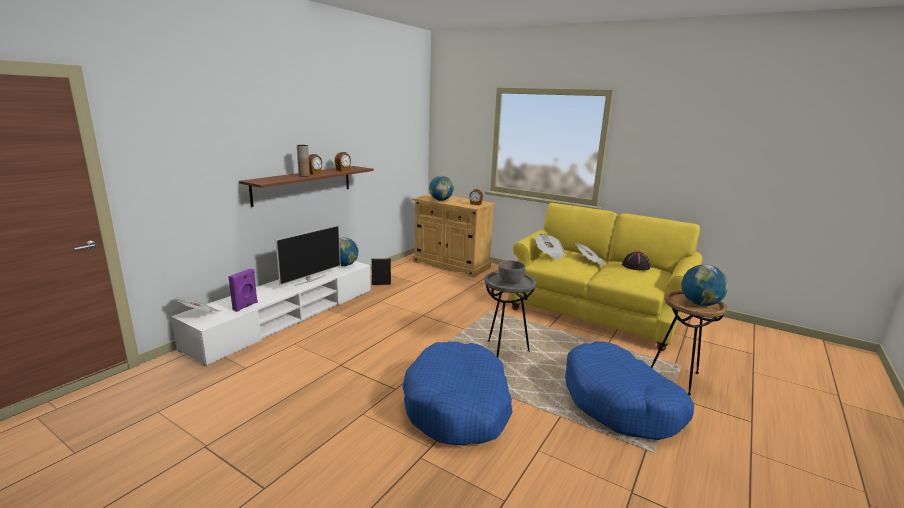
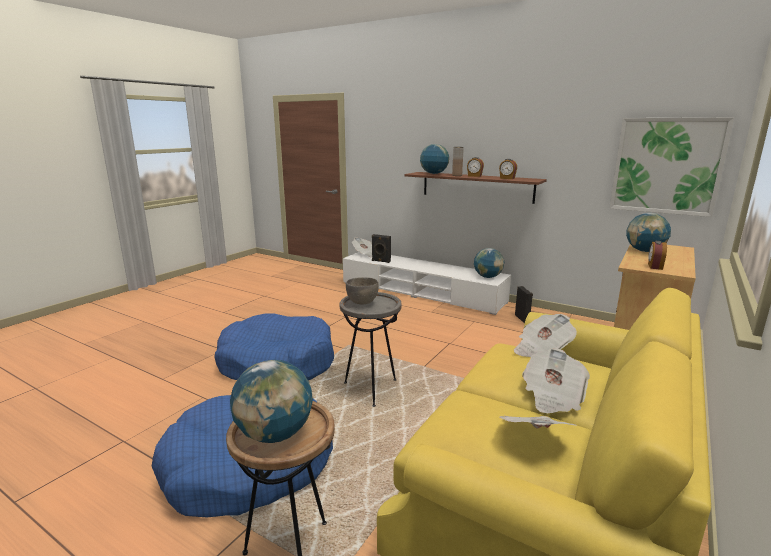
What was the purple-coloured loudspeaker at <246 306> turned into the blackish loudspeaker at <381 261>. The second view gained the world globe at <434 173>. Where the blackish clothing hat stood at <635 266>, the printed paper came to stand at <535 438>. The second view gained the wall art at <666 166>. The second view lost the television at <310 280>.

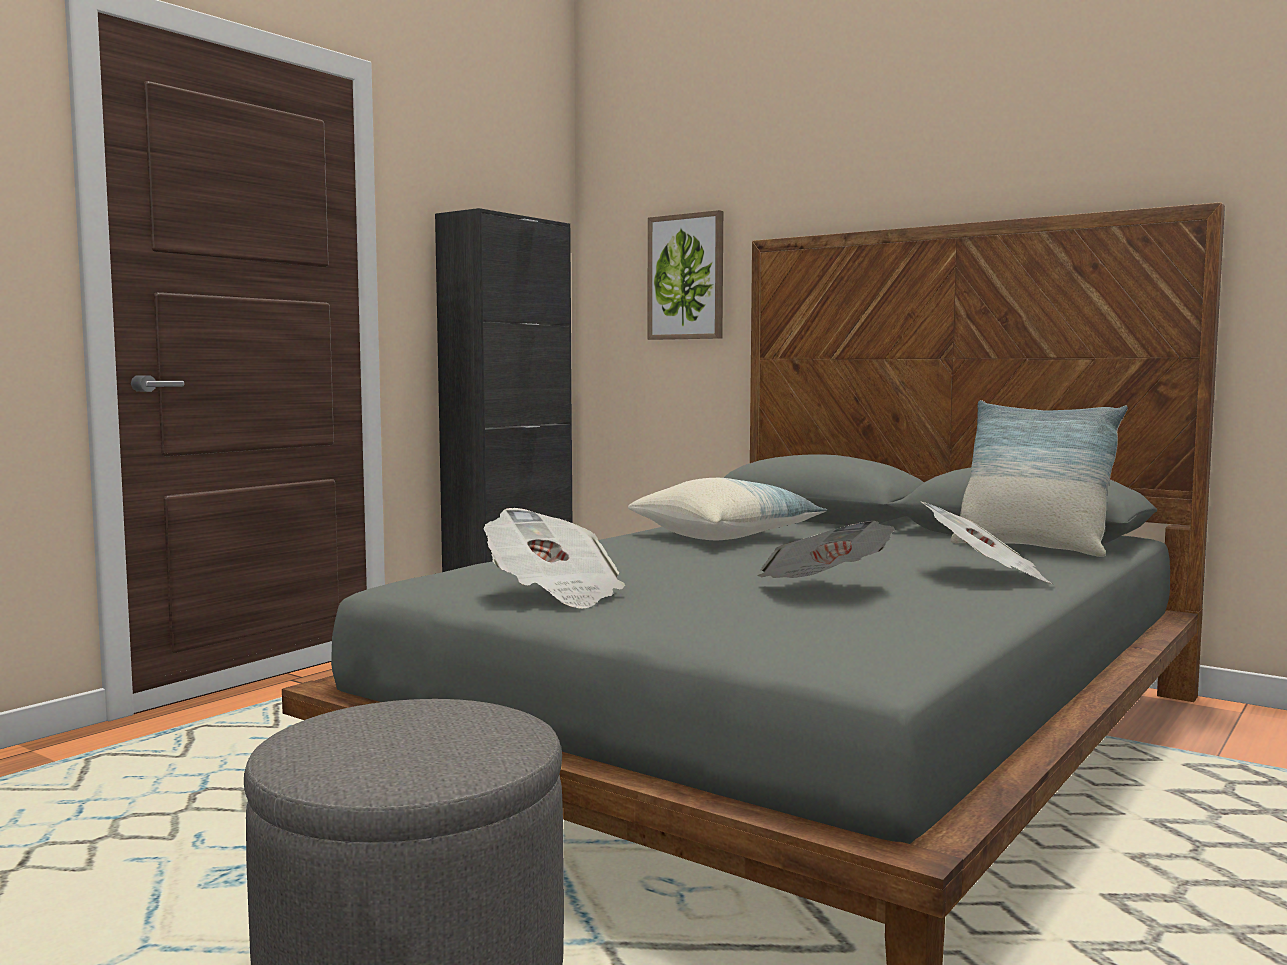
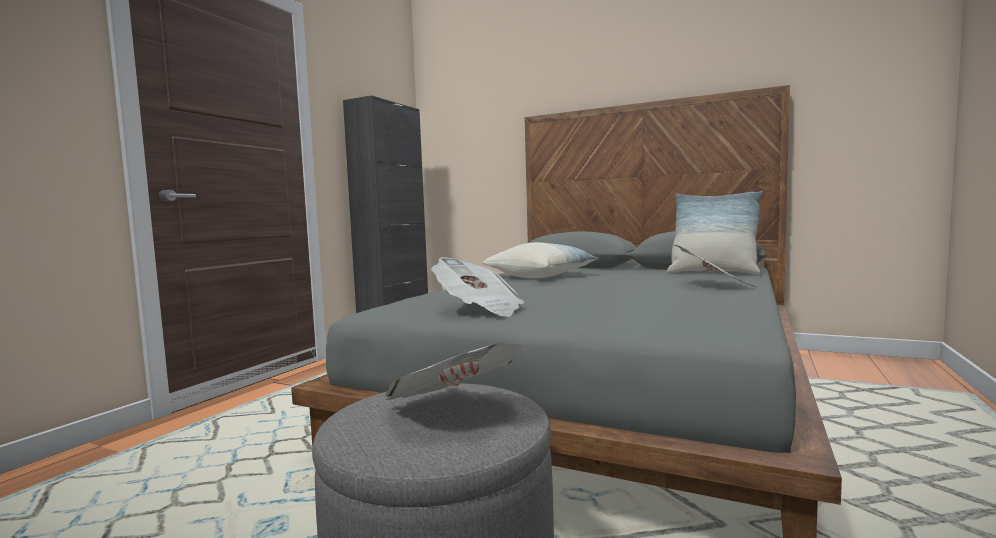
The printed paper ended up elsewhere, having gone from <823 589> to <453 410>. The second view lost the wall art at <686 277>.

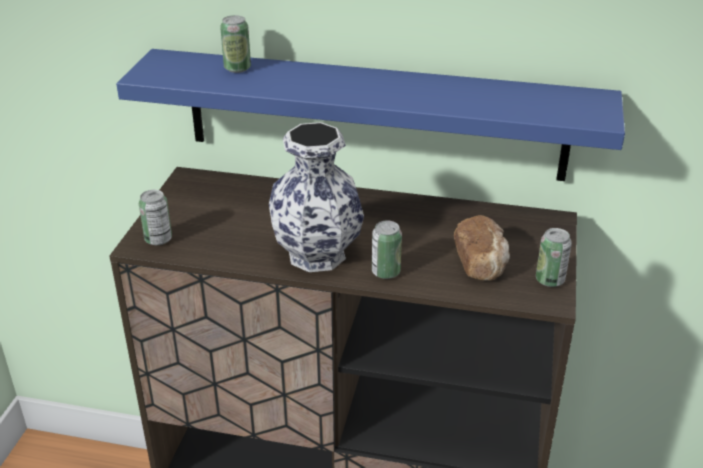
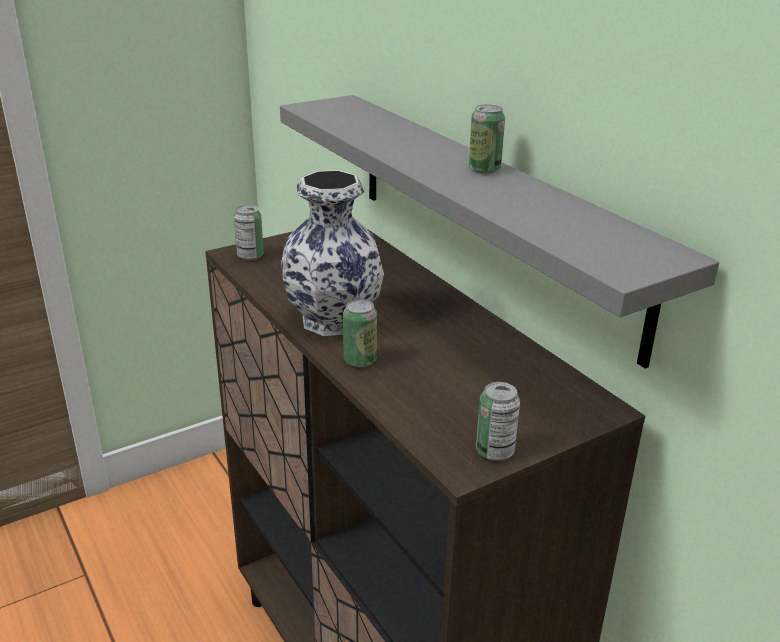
What was the bluish wall shelf at <374 115> turned into the grey wall shelf at <488 213>. The metal can ended up elsewhere, having gone from <237 68> to <484 169>. The second view lost the baked bread at <481 262>.

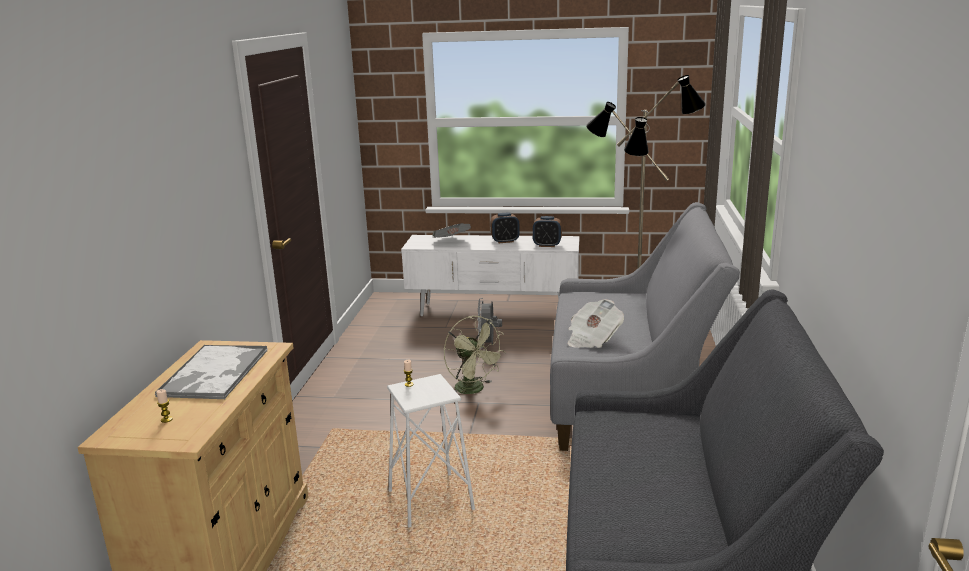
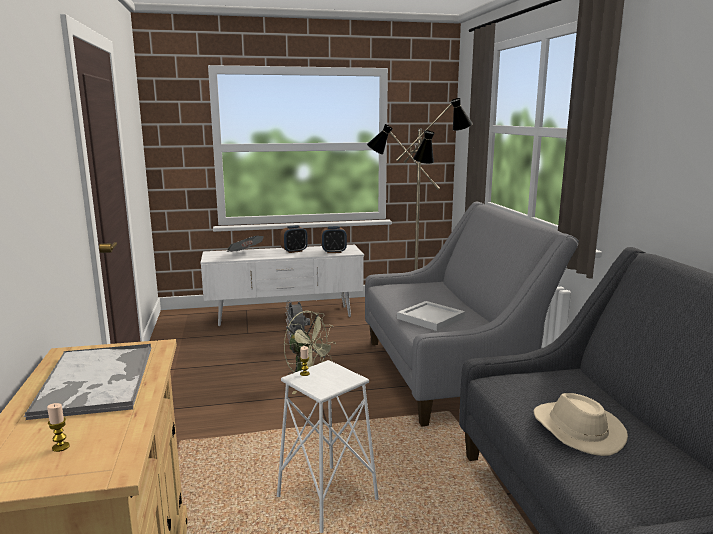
Where the printed paper stood at <592 339>, the whitish serving tray came to stand at <431 318>. The second view gained the beige clothing hat at <576 430>.

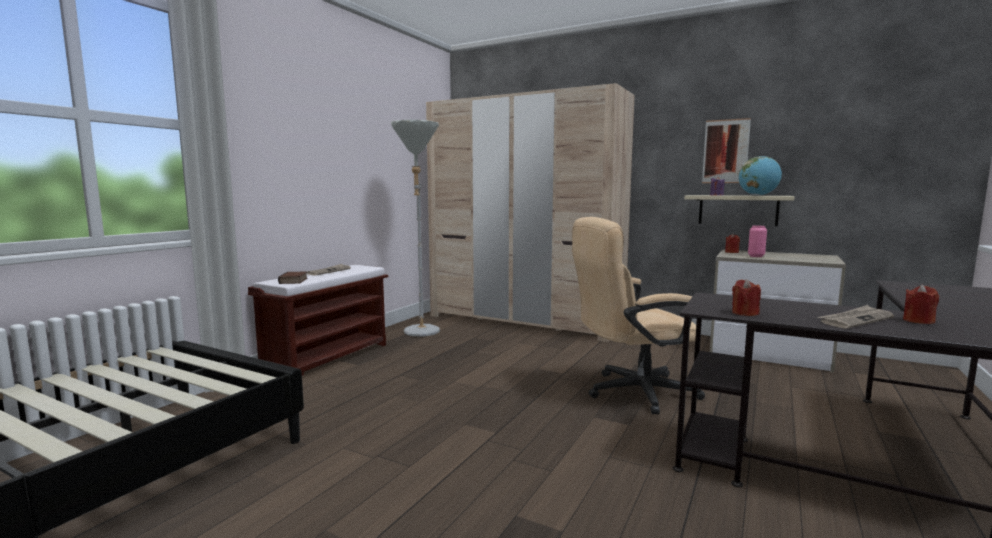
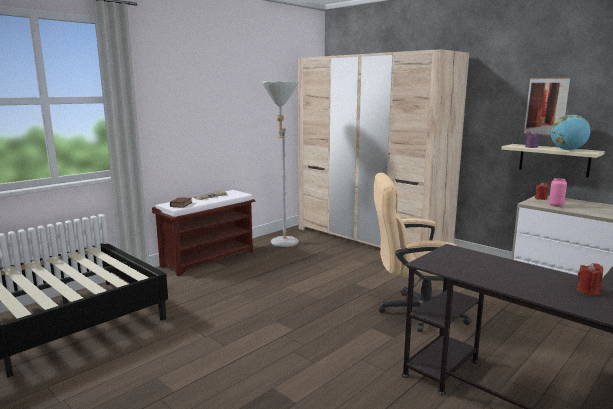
The second view lost the reddish wax candle at <744 313>. The second view lost the printed paper at <855 320>.

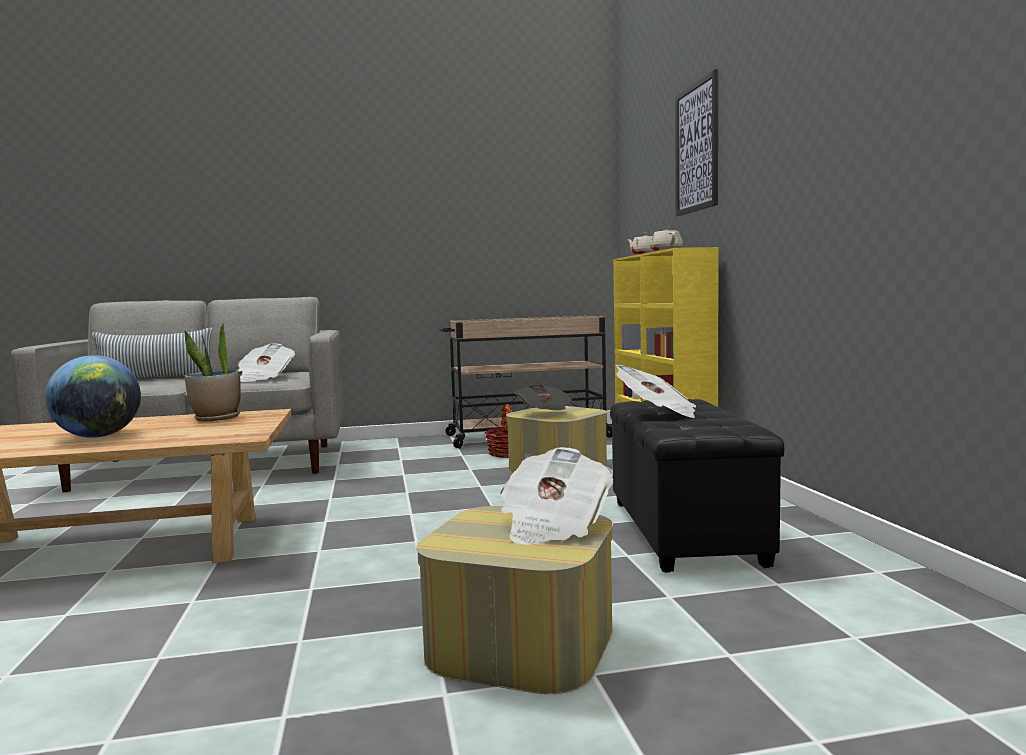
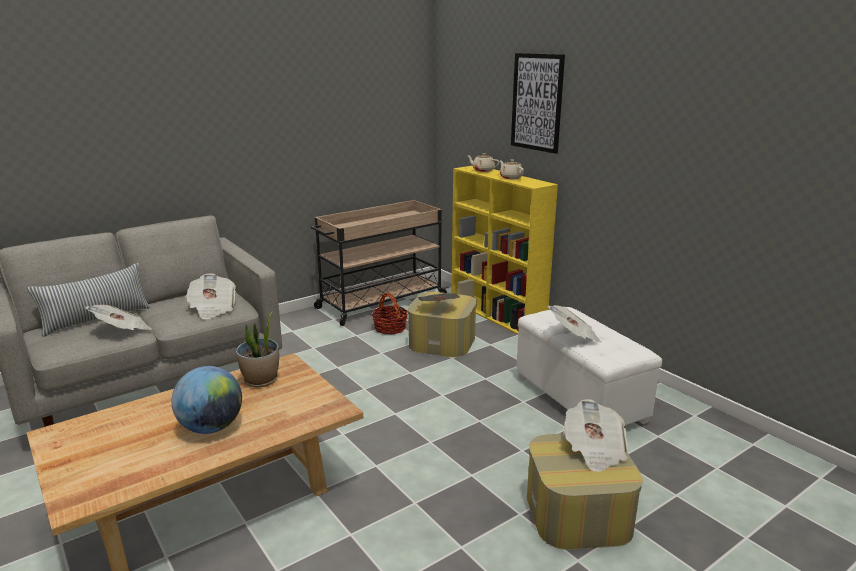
The second view gained the printed paper at <123 331>. What was the blackish footrest at <686 532> turned into the whitish footrest at <580 399>.

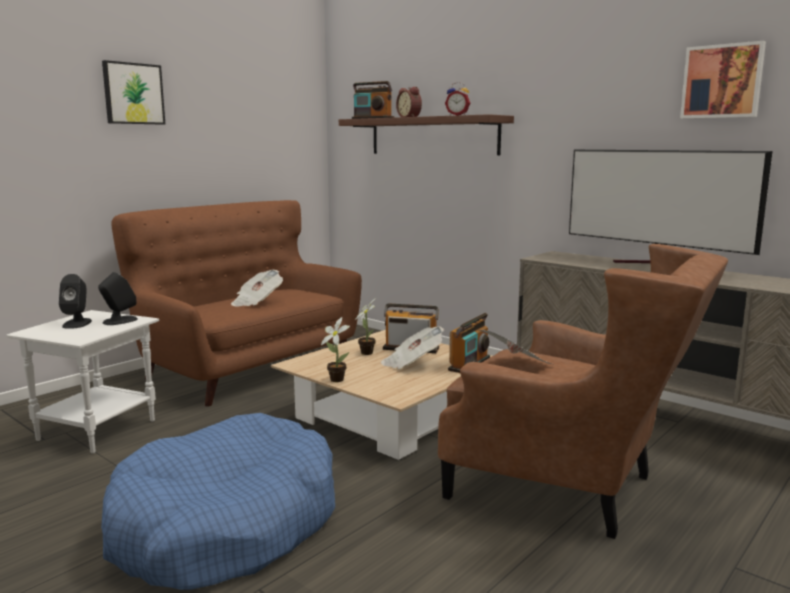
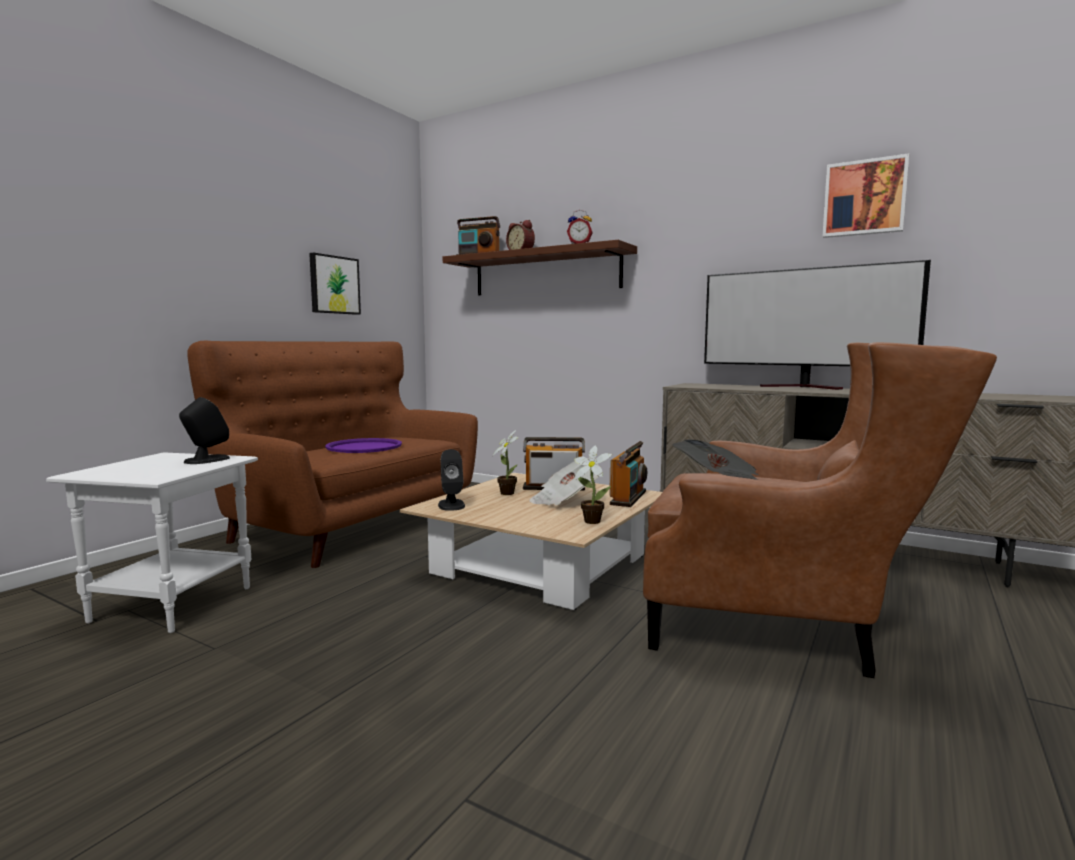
The wall art ended up elsewhere, having gone from <133 93> to <334 285>. Where the printed paper stood at <257 302>, the purple-coloured serving tray came to stand at <364 447>. The blackish loudspeaker ended up elsewhere, having gone from <77 323> to <451 505>. The houseplant ended up elsewhere, having gone from <336 379> to <590 521>. The second view lost the bluish dog cushion at <226 524>.

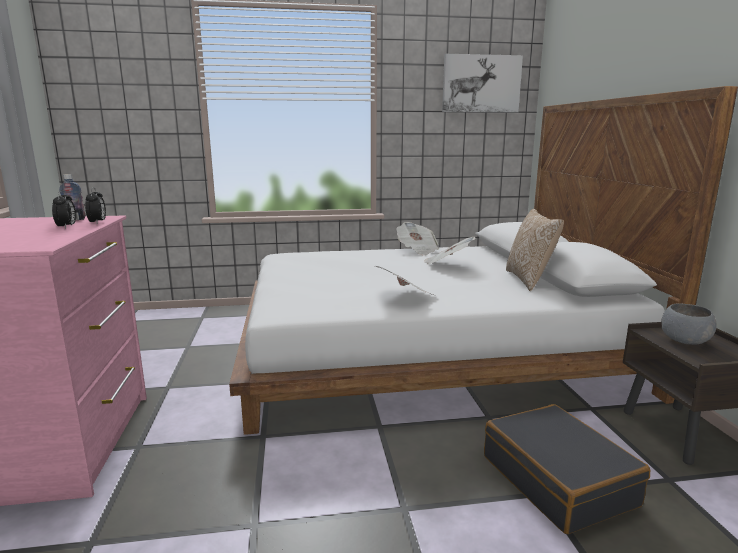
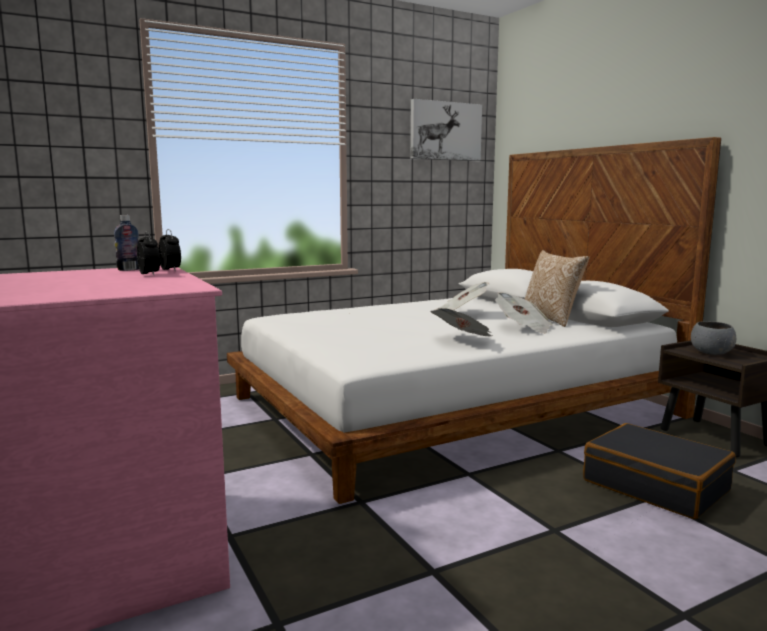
The printed paper ended up elsewhere, having gone from <417 250> to <523 328>.

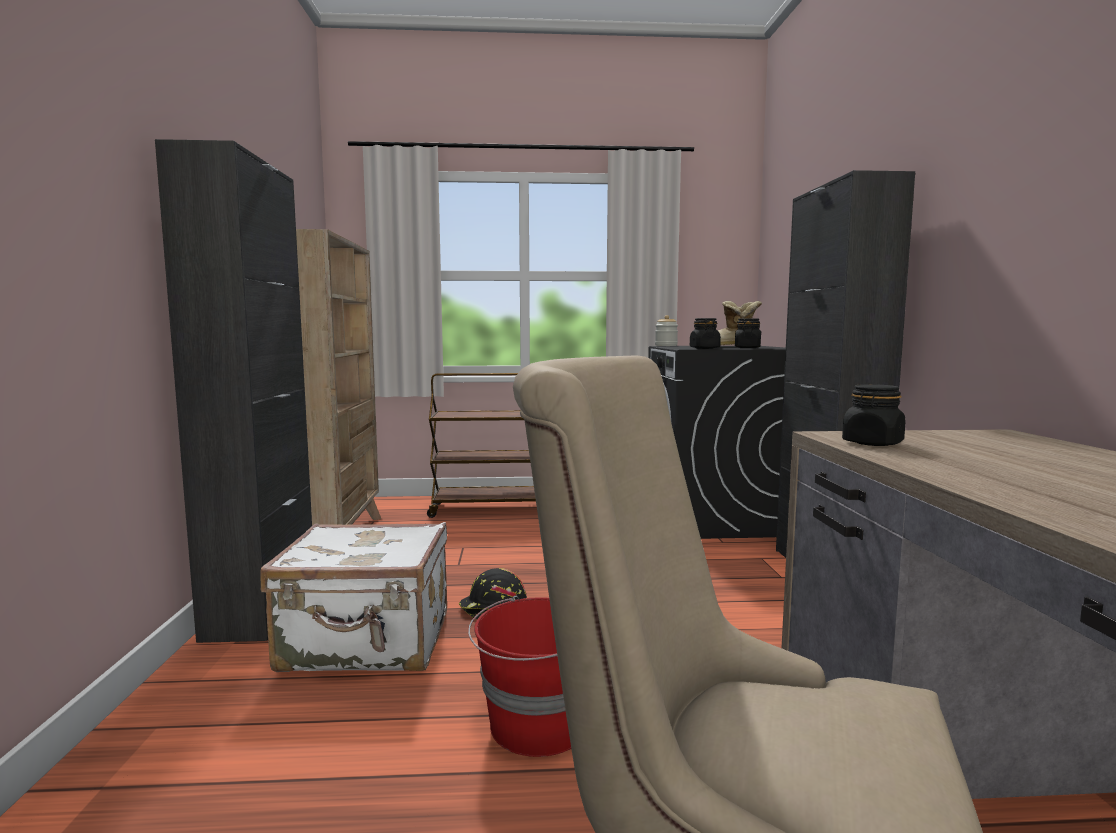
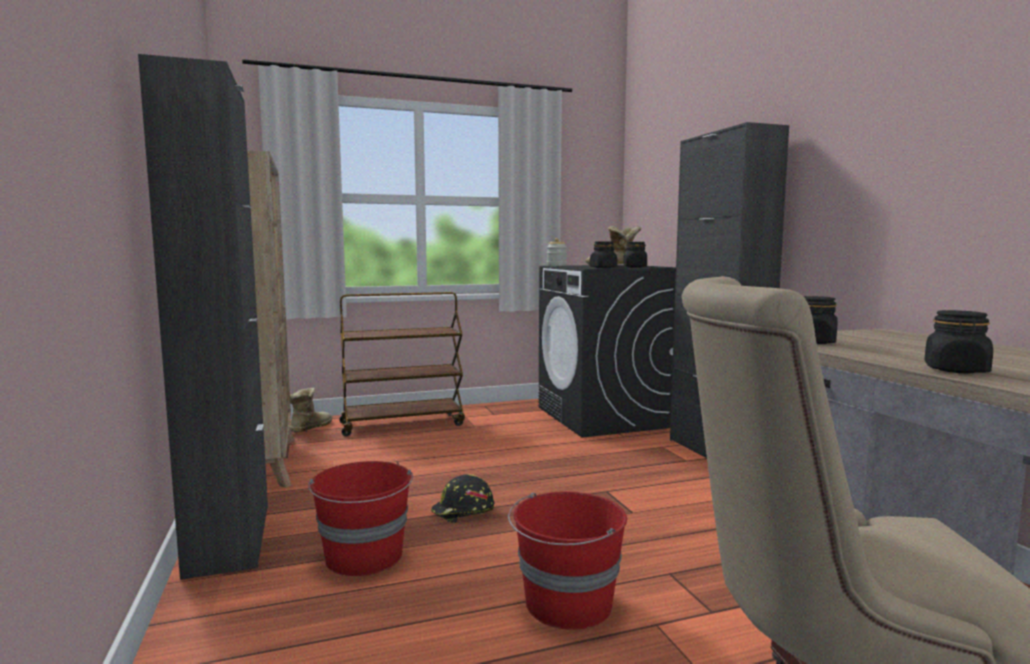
The second view gained the boot at <308 428>. Where the whitish suitcase stood at <368 643>, the reddish pail came to stand at <364 557>. The second view gained the blackish jar at <956 370>.

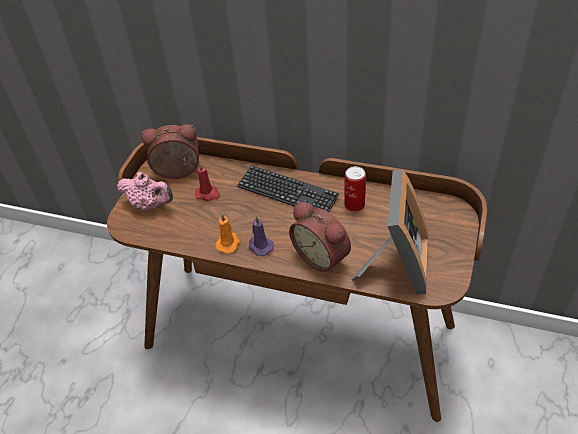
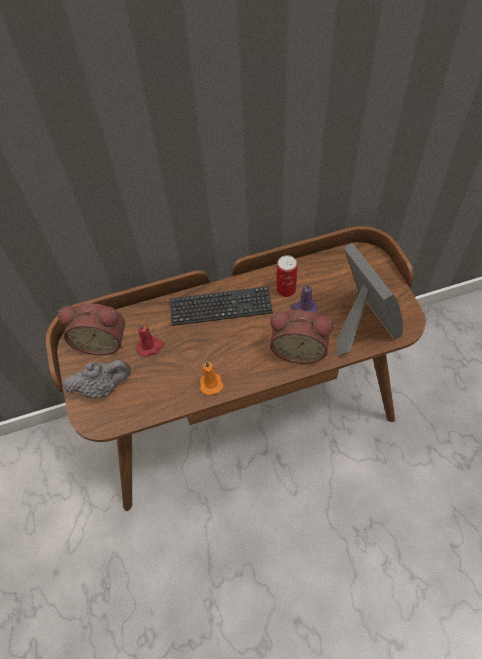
The bedside clock at <178 173> ended up facing another way, 135 degrees counterclockwise from before. What was the pink-coloured pot for tea at <150 205> turned into the grey pot for tea at <103 387>. The purple-coloured wax candle ended up elsewhere, having gone from <260 246> to <304 308>.

